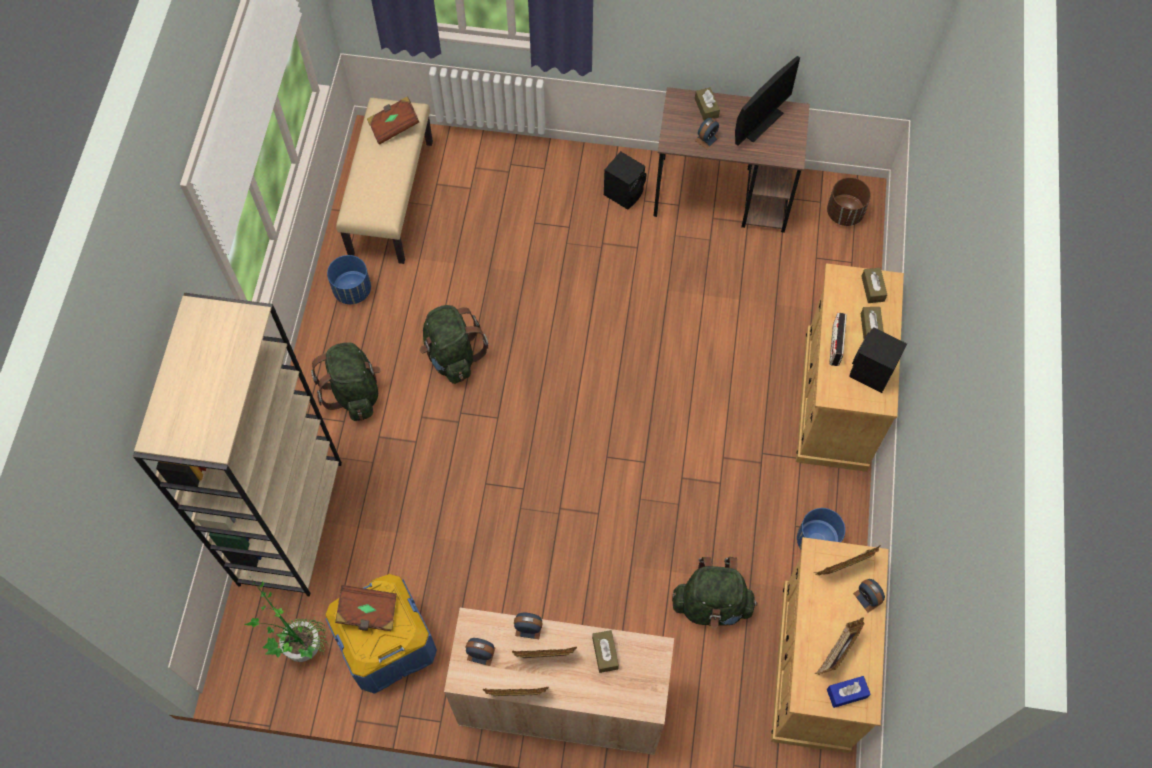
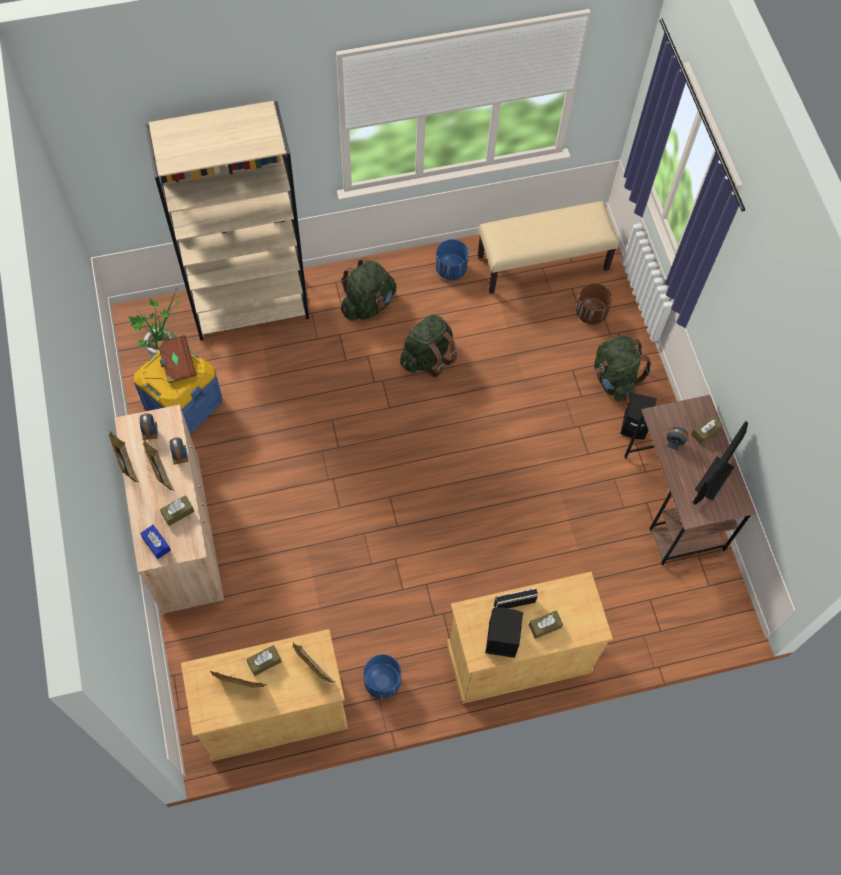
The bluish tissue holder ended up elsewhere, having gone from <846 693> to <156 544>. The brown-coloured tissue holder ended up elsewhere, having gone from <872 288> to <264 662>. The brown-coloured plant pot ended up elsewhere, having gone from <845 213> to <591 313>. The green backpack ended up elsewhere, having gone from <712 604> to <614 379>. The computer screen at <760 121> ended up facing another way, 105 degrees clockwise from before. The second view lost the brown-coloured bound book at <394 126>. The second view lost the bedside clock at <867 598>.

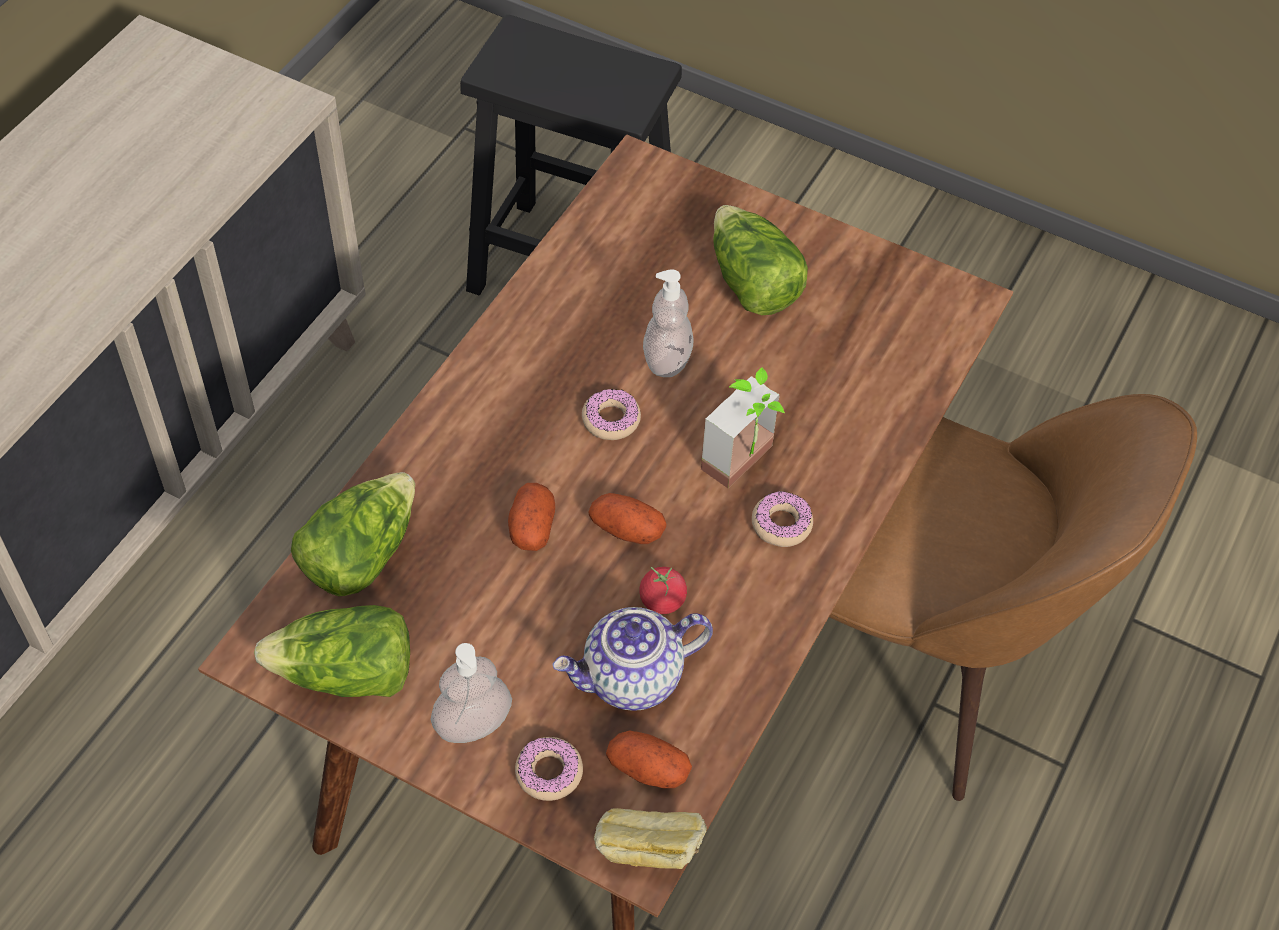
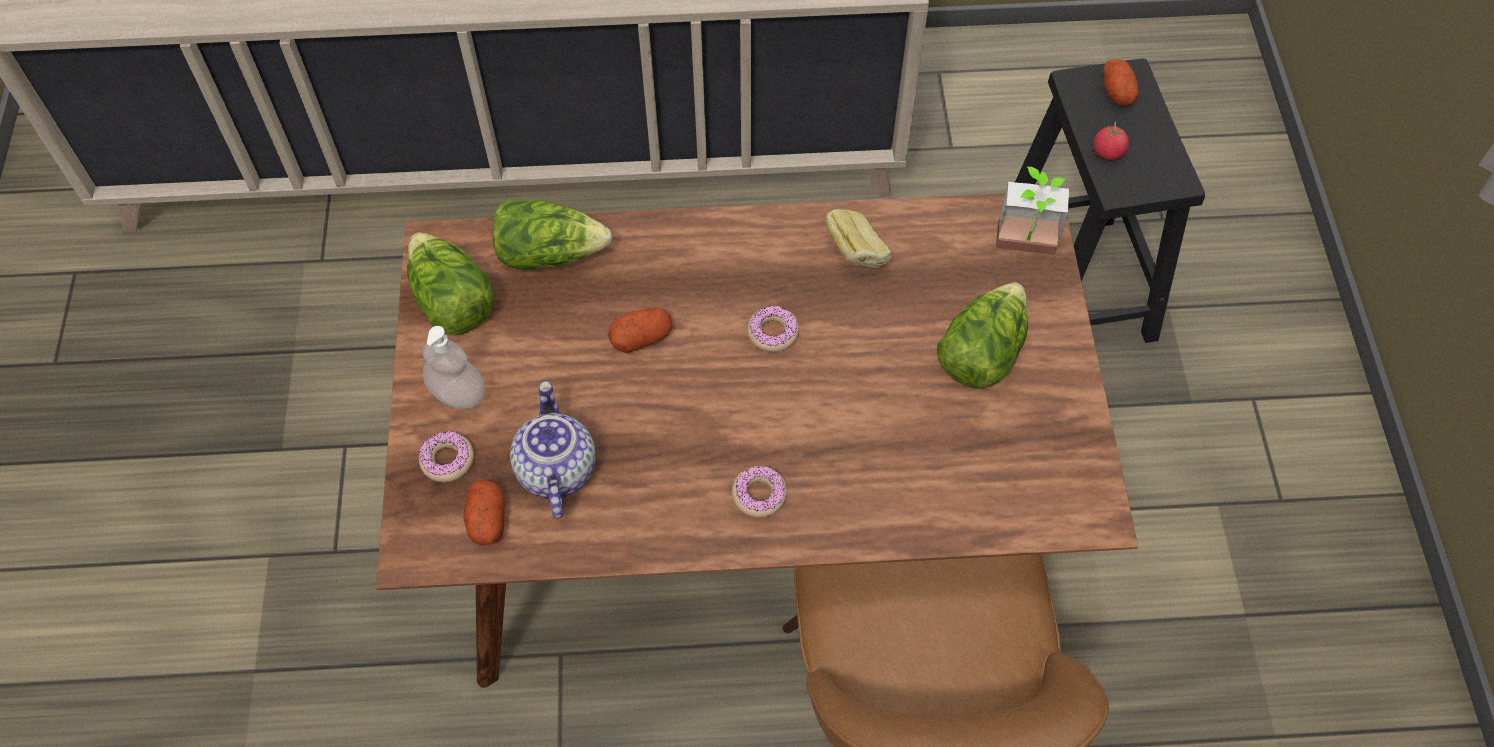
The pot for tea at <632 679> ended up facing another way, 45 degrees clockwise from before. The baked bread ended up elsewhere, having gone from <649 853> to <855 255>. The houseplant ended up elsewhere, having gone from <748 465> to <1025 249>. The tomato ended up elsewhere, having gone from <662 600> to <1108 152>. The whole potato ended up elsewhere, having gone from <626 529> to <1117 91>. The second view lost the soap bottle at <667 359>.

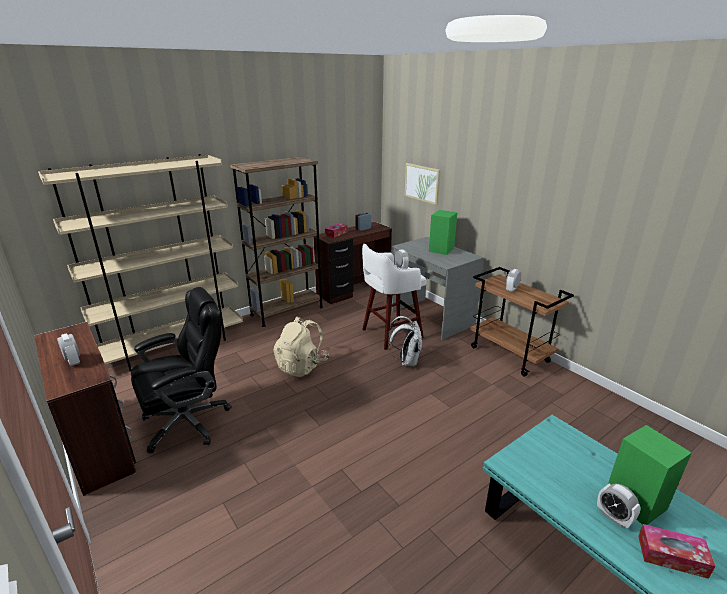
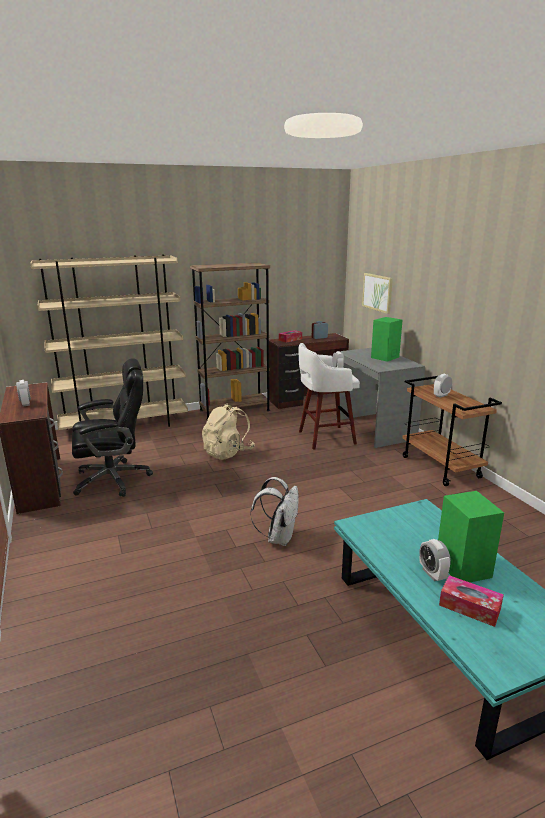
The whitish backpack ended up elsewhere, having gone from <406 361> to <279 537>.

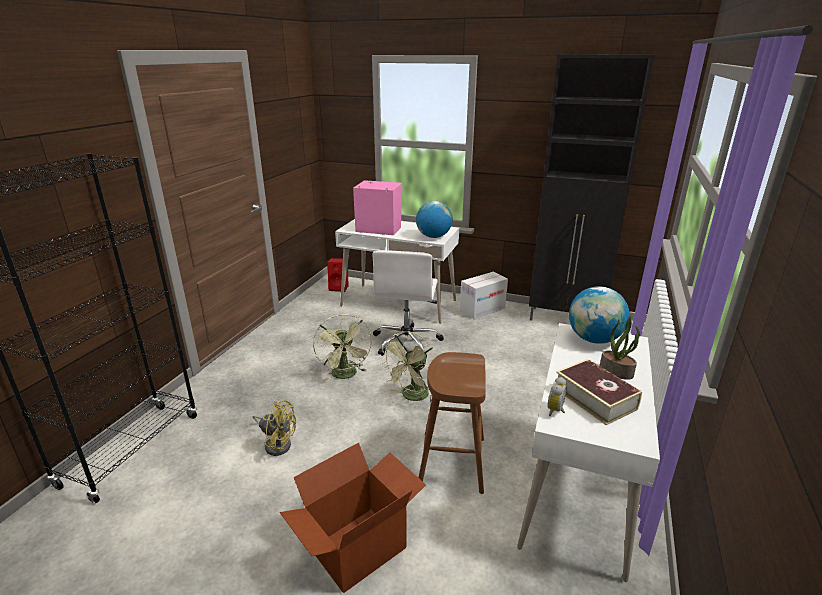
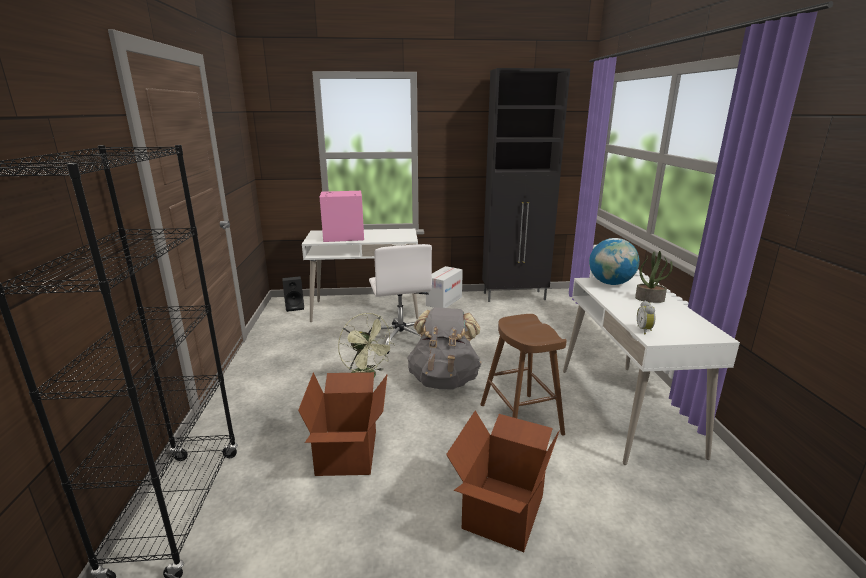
What was the reddish loudspeaker at <339 288> turned into the blackish loudspeaker at <295 307>. Where the yellowish cooling fan stood at <277 443>, the carton came to stand at <348 452>. Where the green cooling fan stood at <412 397>, the grey backpack came to stand at <444 379>. The second view lost the world globe at <433 236>. The second view lost the bound book at <594 398>.

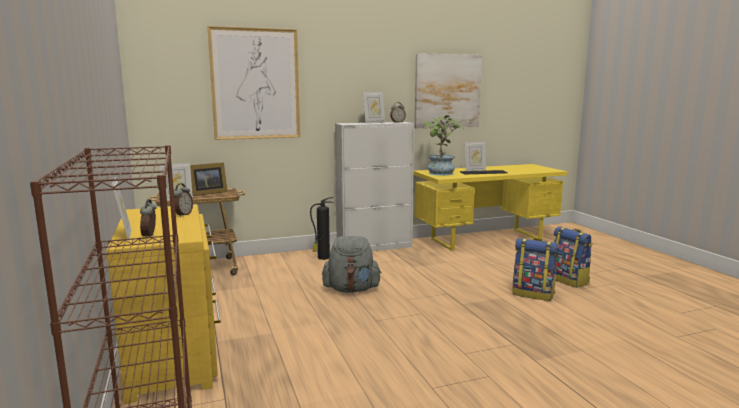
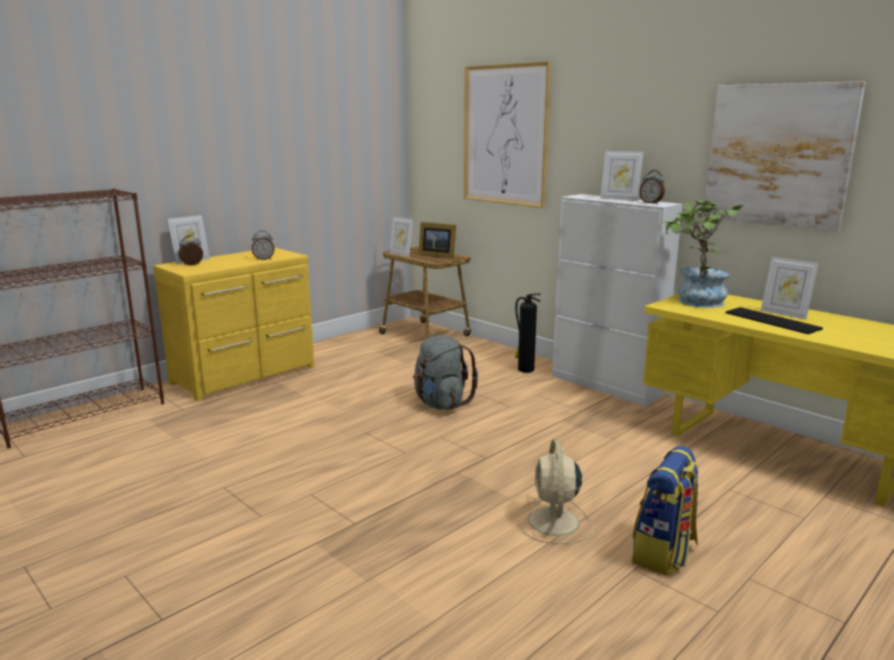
Where the backpack stood at <533 294>, the beige cooling fan came to stand at <554 523>.

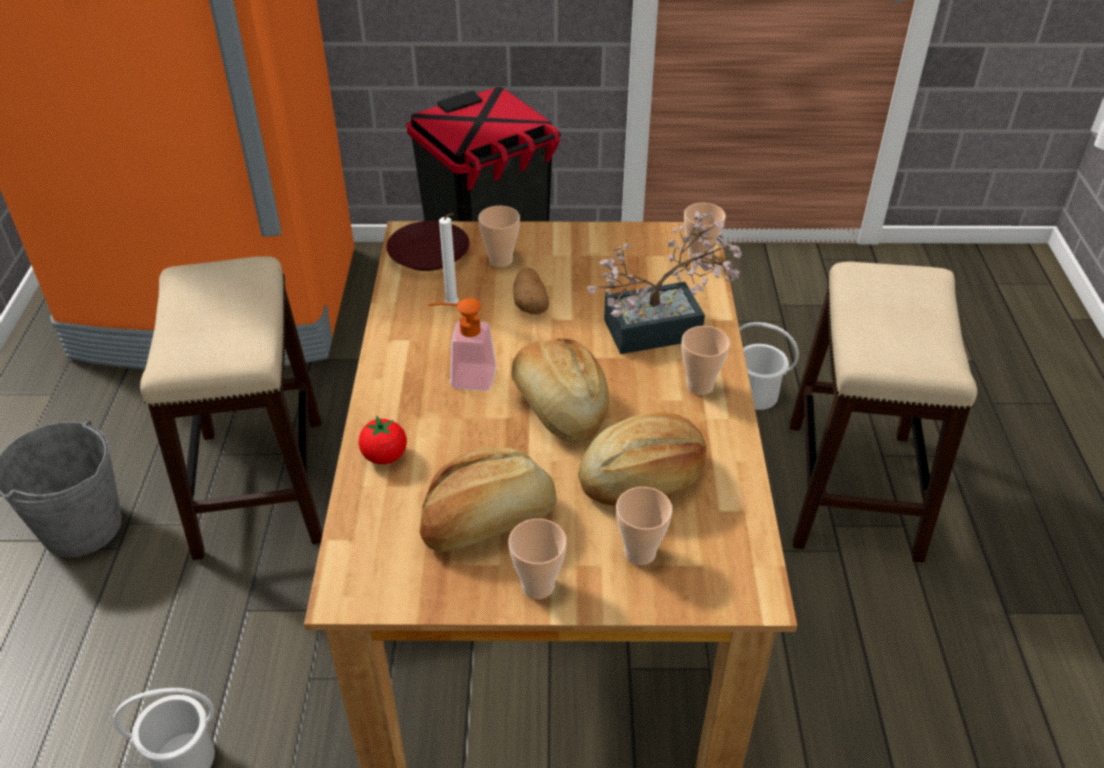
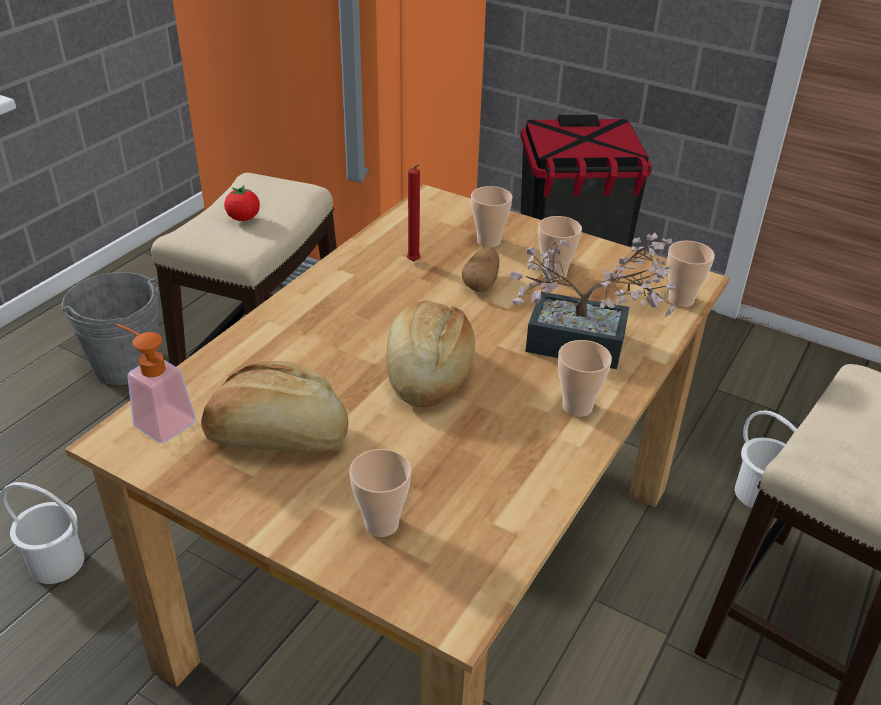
The soap bottle ended up elsewhere, having gone from <464 376> to <158 420>. The tomato ended up elsewhere, having gone from <385 456> to <243 218>. What was the whitish wax candle at <453 306> turned into the reddish wax candle at <414 262>. The small cup ended up elsewhere, having gone from <538 586> to <554 274>. The second view lost the brown-coloured plate at <429 254>. The second view lost the baked bread at <643 479>.

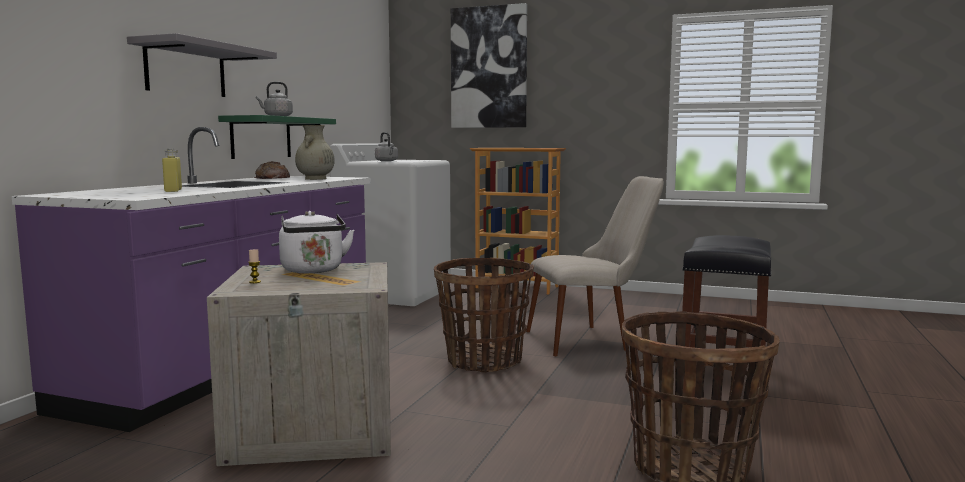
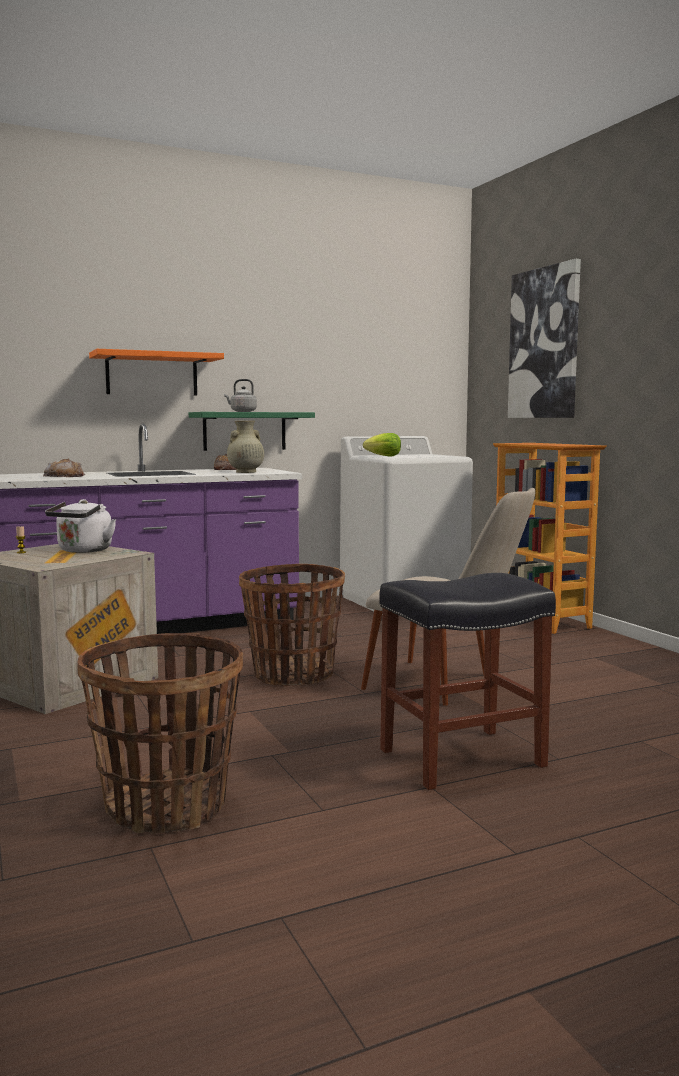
Where the yellowish drink bottle stood at <173 190>, the baked bread came to stand at <64 476>. What was the grey wall shelf at <186 70> turned into the orange wall shelf at <152 374>. Where the grey water kettle stood at <387 161>, the lettuce head came to stand at <384 456>.

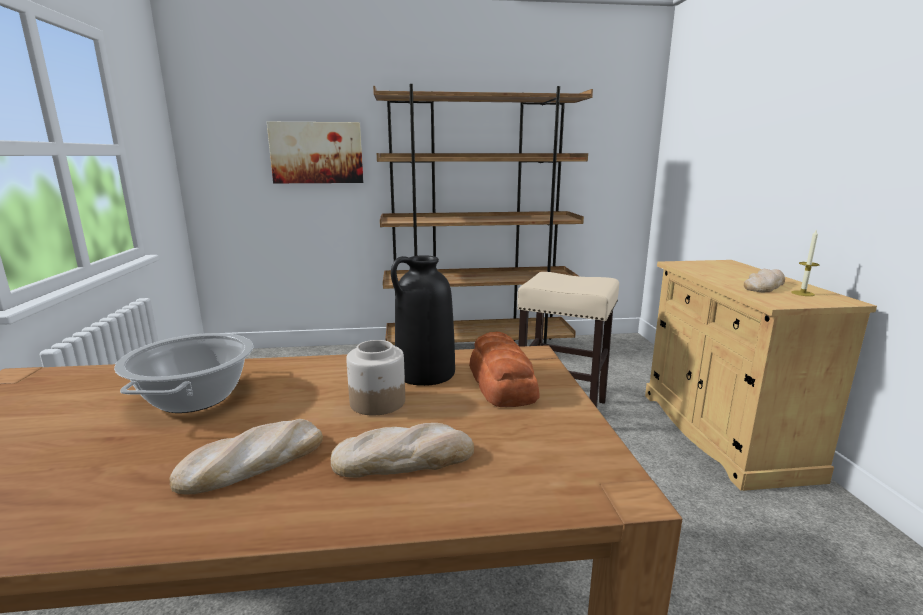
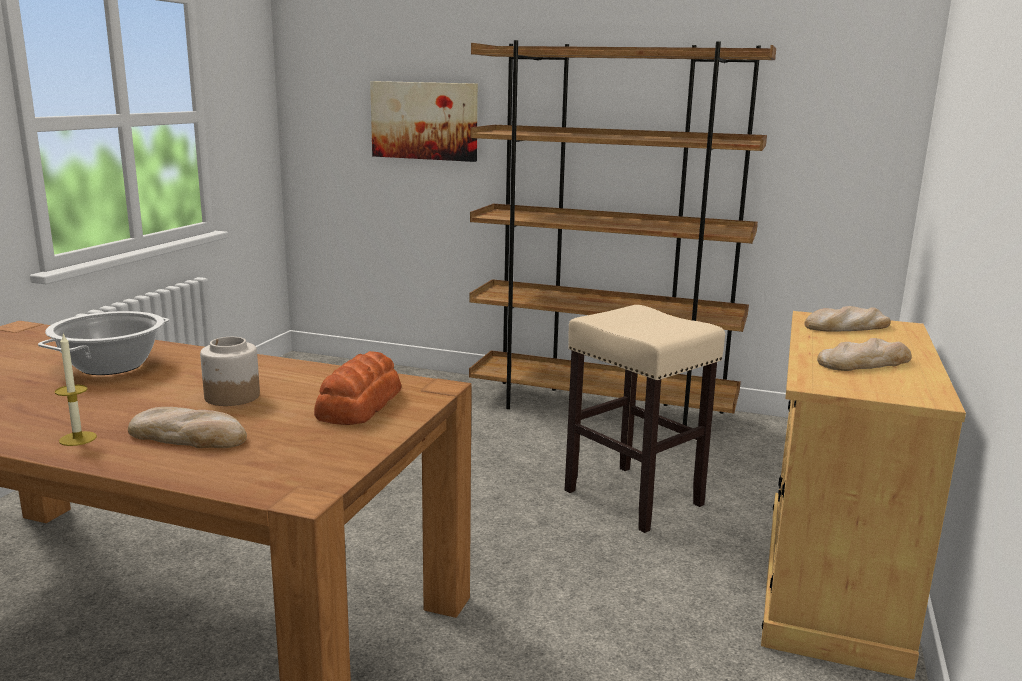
The wax candle ended up elsewhere, having gone from <802 293> to <78 439>. The baked bread ended up elsewhere, having gone from <252 462> to <846 326>. The second view lost the blackish decorative vase at <425 374>.

